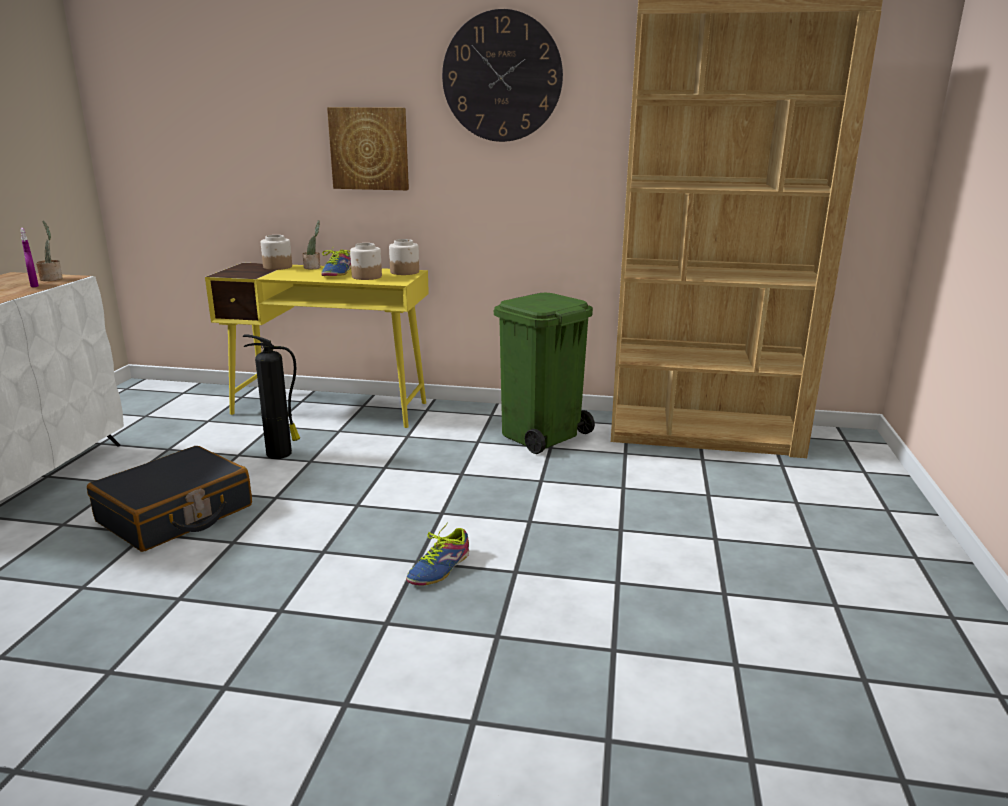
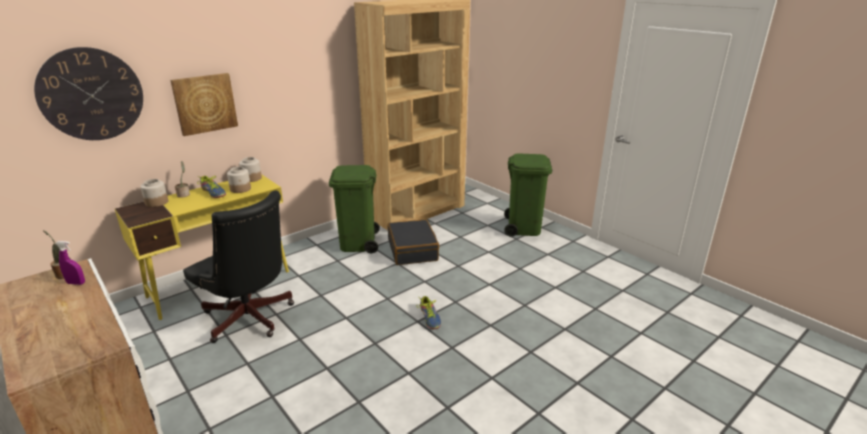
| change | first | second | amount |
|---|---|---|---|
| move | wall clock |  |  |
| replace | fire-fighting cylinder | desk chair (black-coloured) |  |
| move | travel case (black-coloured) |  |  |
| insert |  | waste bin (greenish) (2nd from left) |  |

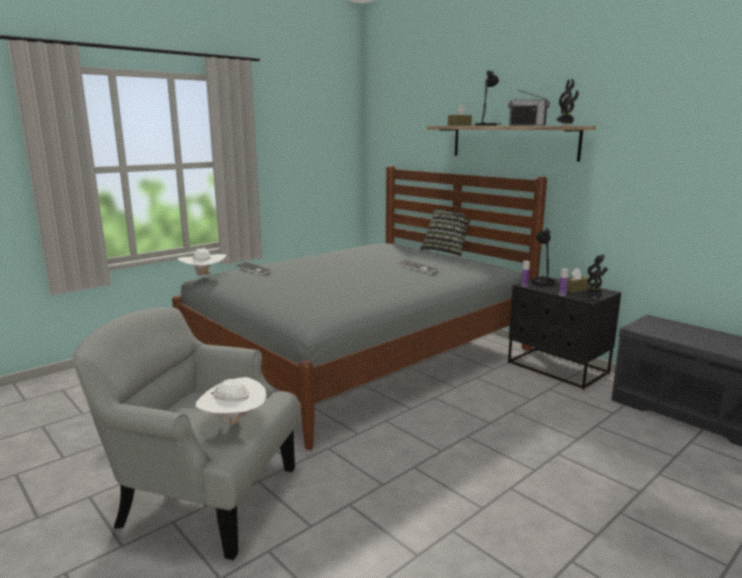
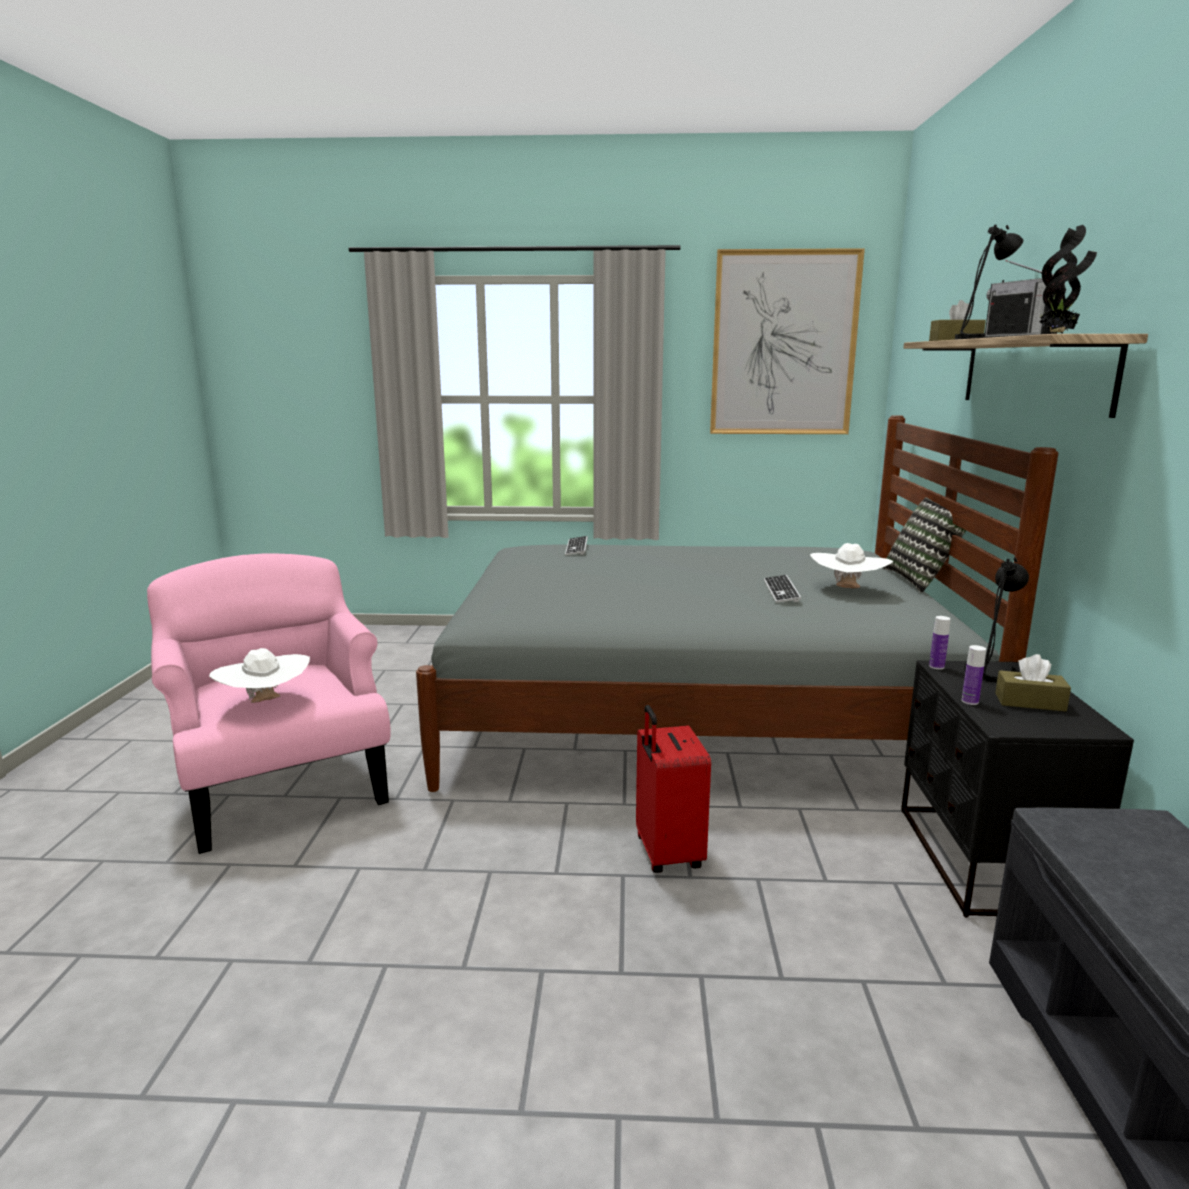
| change | first | second | amount |
|---|---|---|---|
| move | wearable hat (white) (1st from left in the first image) | wearable hat (white) (2nd from left) |  |
| delete | plant in a pot (2nd from left) |  |  |
| recolor | lounge chair (gray) | lounge chair (pink-coloured) |  |
| insert |  | wall art |  |
| insert |  | travel case (red) |  |

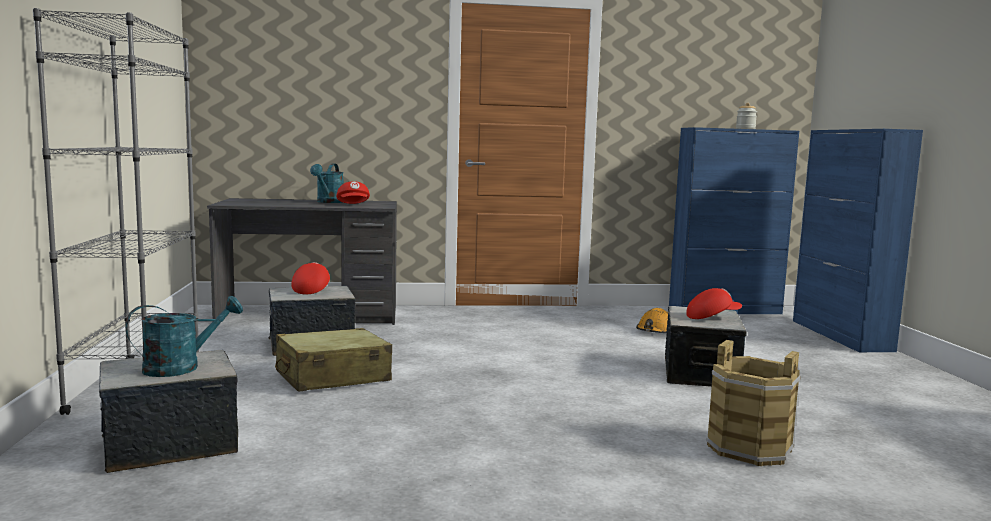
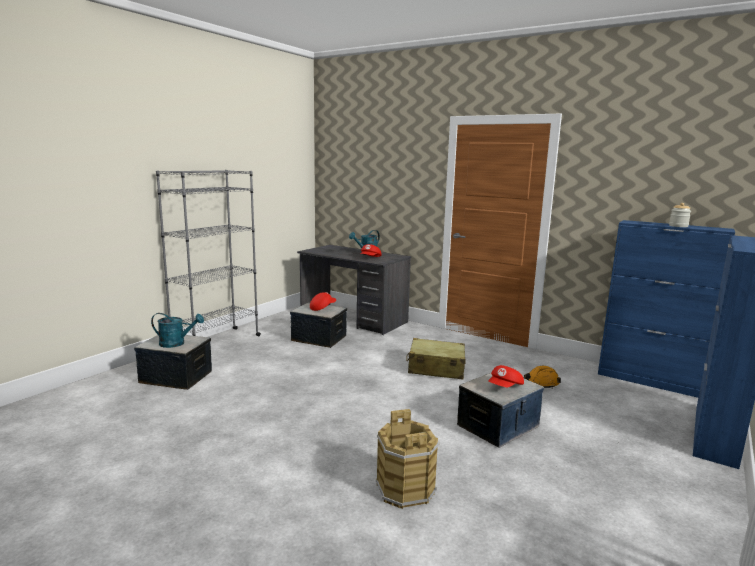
| change | first | second | amount |
|---|---|---|---|
| rotate | baseball cap (red) (3rd from left) |  | 105 degrees clockwise |
| move | travel case (sand-coloured) |  |  |

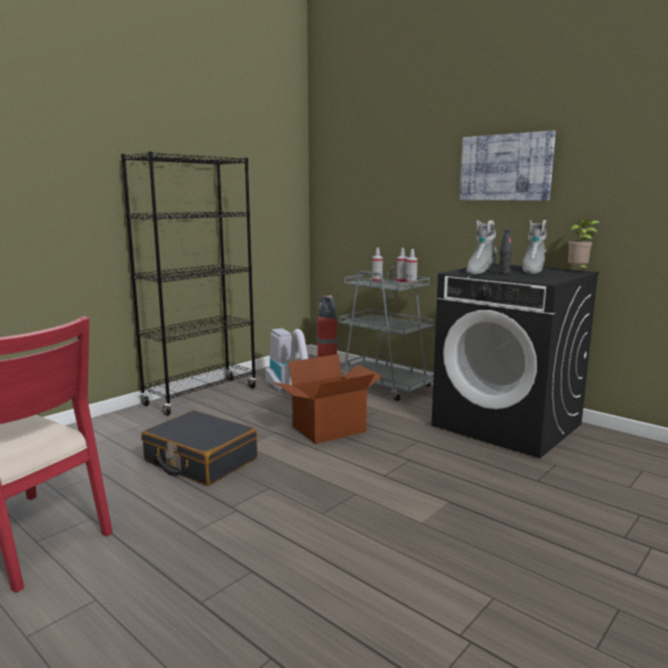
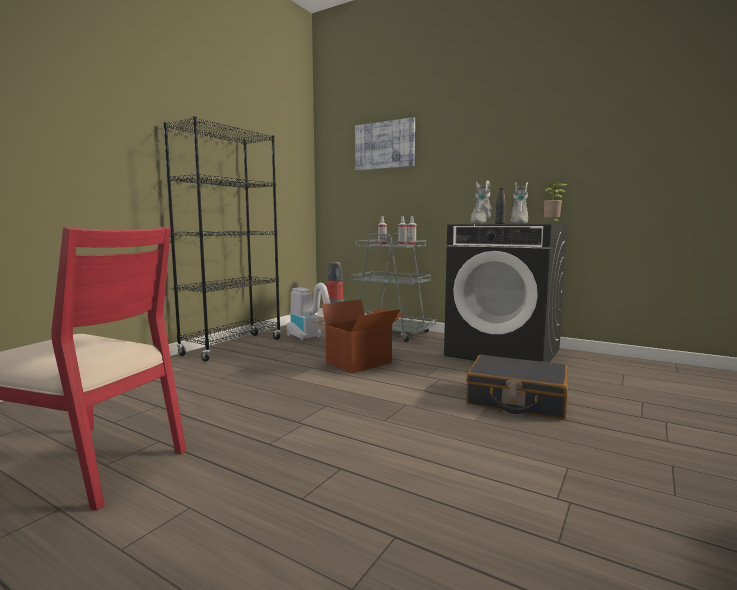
| change | first | second | amount |
|---|---|---|---|
| move | wall art |  |  |
| move | travel case (black-coloured) |  |  |

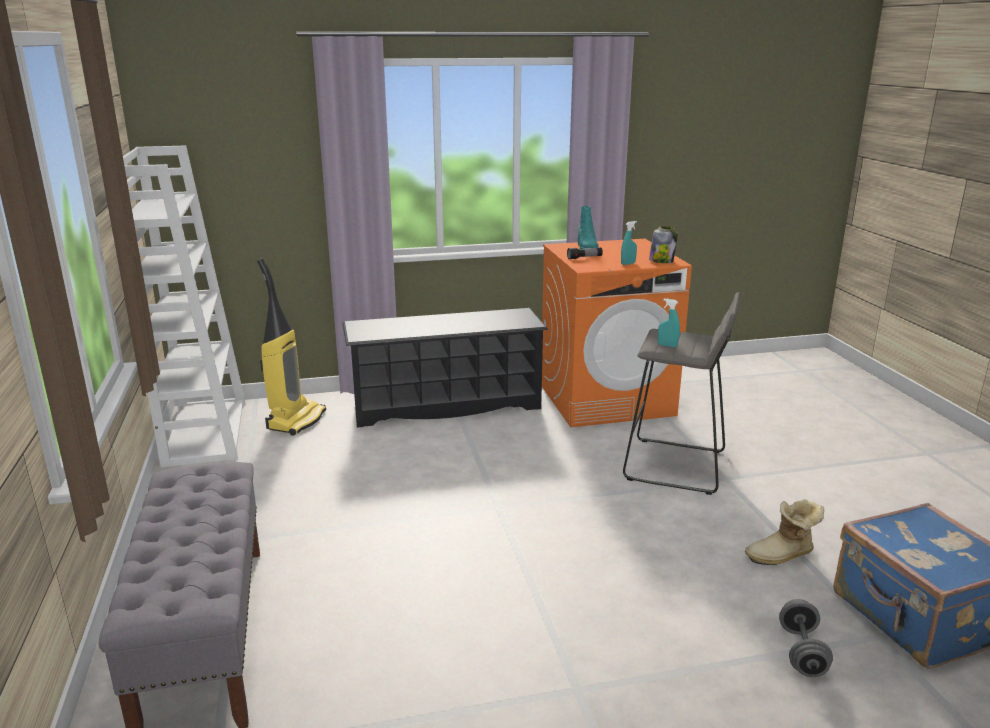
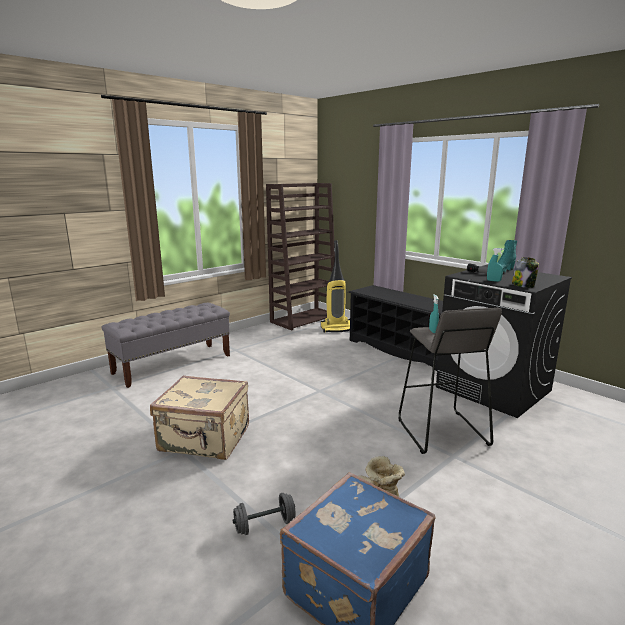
| change | first | second | amount |
|---|---|---|---|
| recolor | shelving unit (white) | shelving unit (brown-coloured) |  |
| recolor | washing machine (orangey) | washing machine (black-coloured) |  |
| insert |  | travel case (sand-coloured) |  |

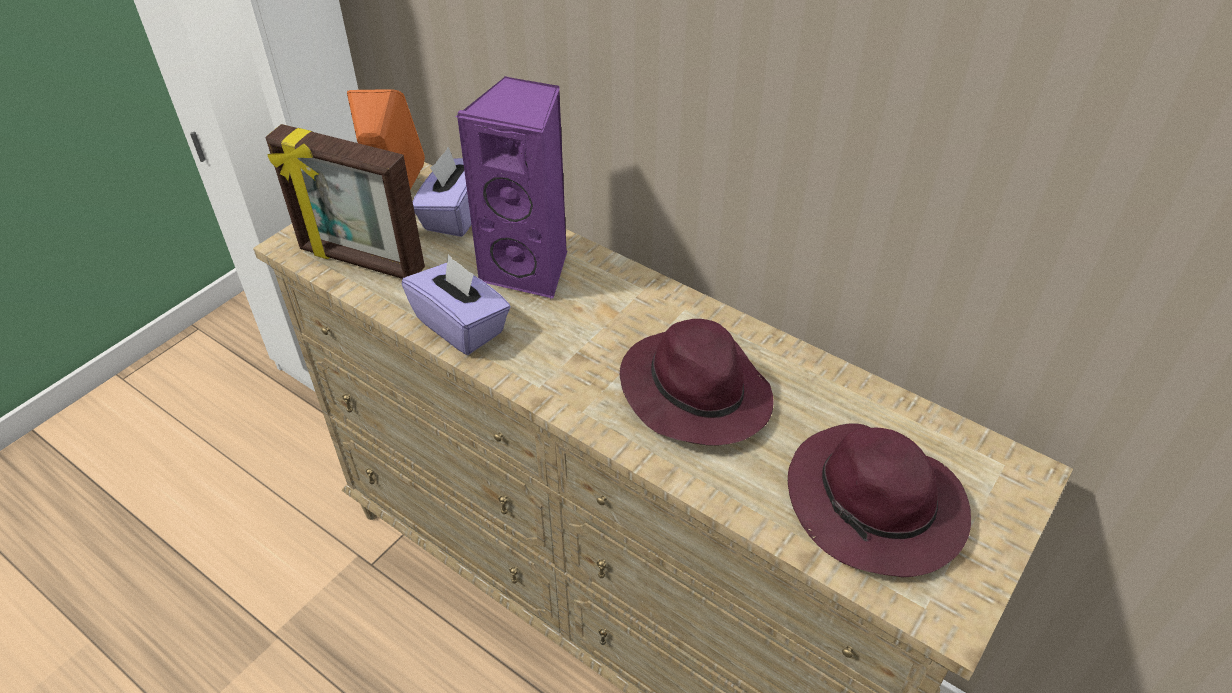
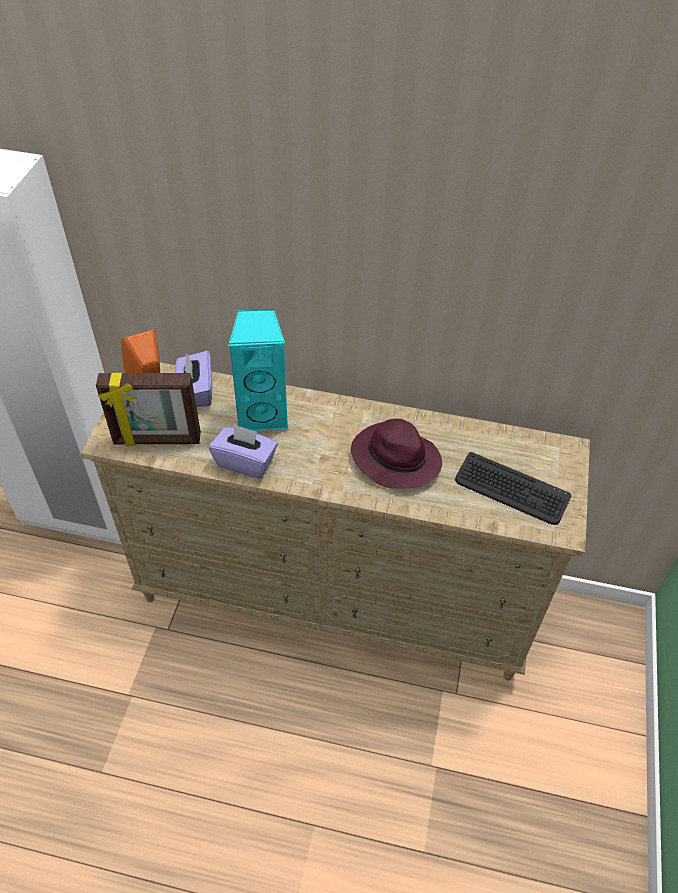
| change | first | second | amount |
|---|---|---|---|
| recolor | speaker (purple-coloured) | speaker (turquoise) |  |
| replace | wearable hat (purple-coloured) (2nd from left) | PC keyboard |  |

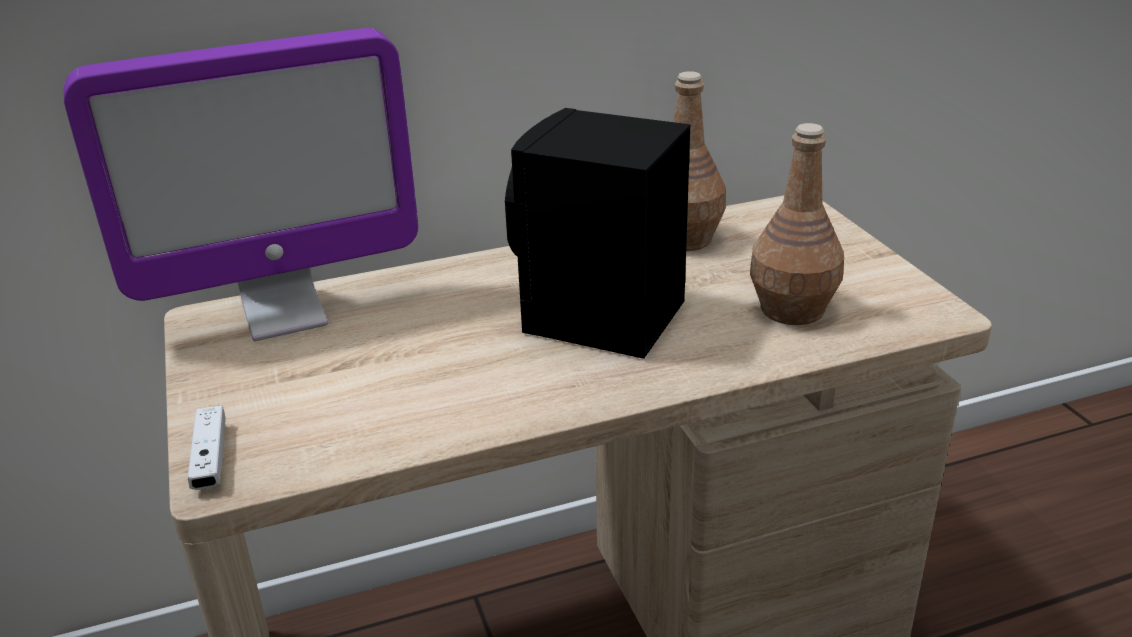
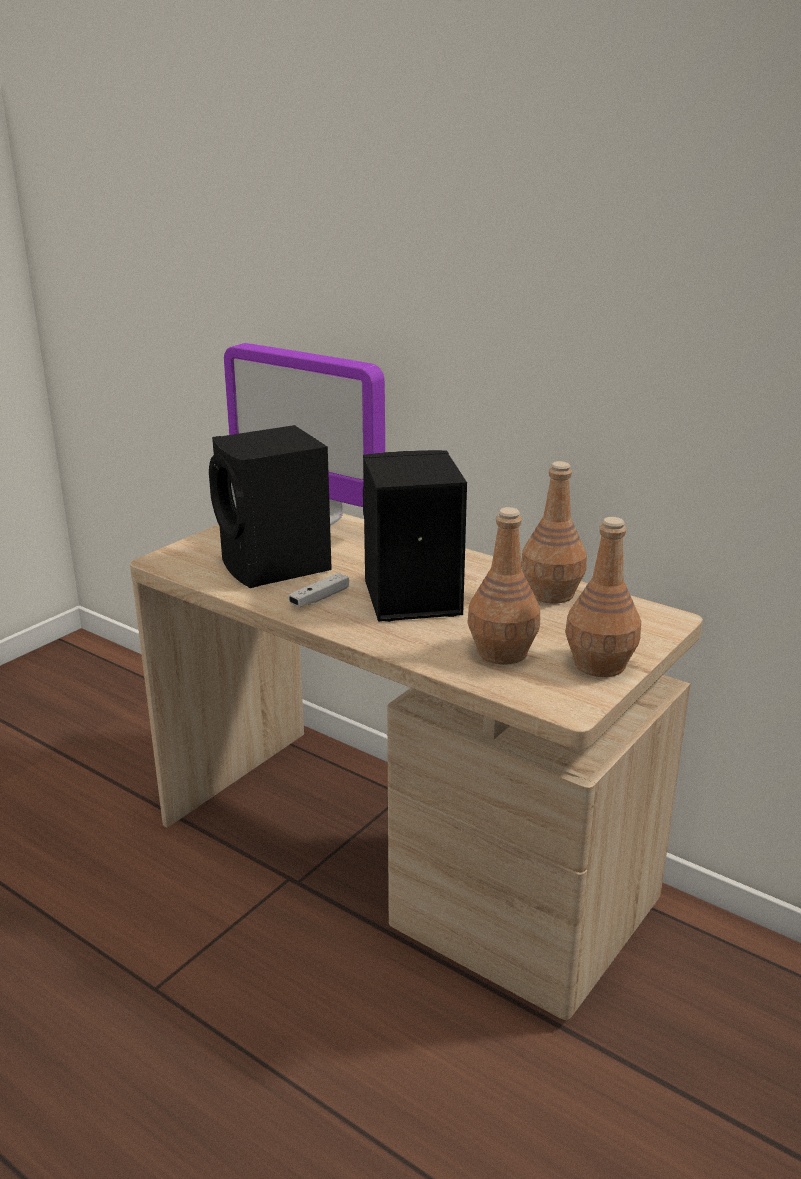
| change | first | second | amount |
|---|---|---|---|
| move | game controller (white) |  |  |
| insert |  | speaker (black-coloured) (1st from left) |  |
| insert |  | bottle (brown-coloured) (3rd from left) |  |

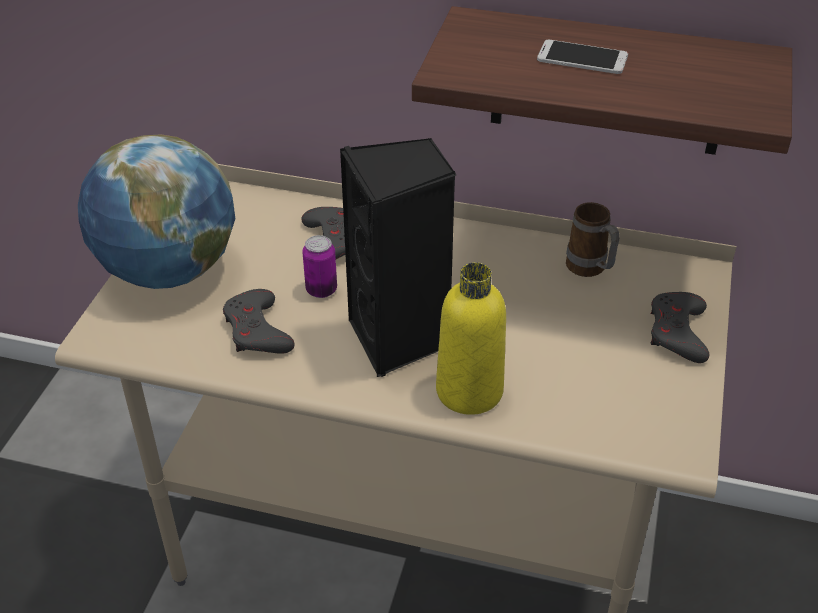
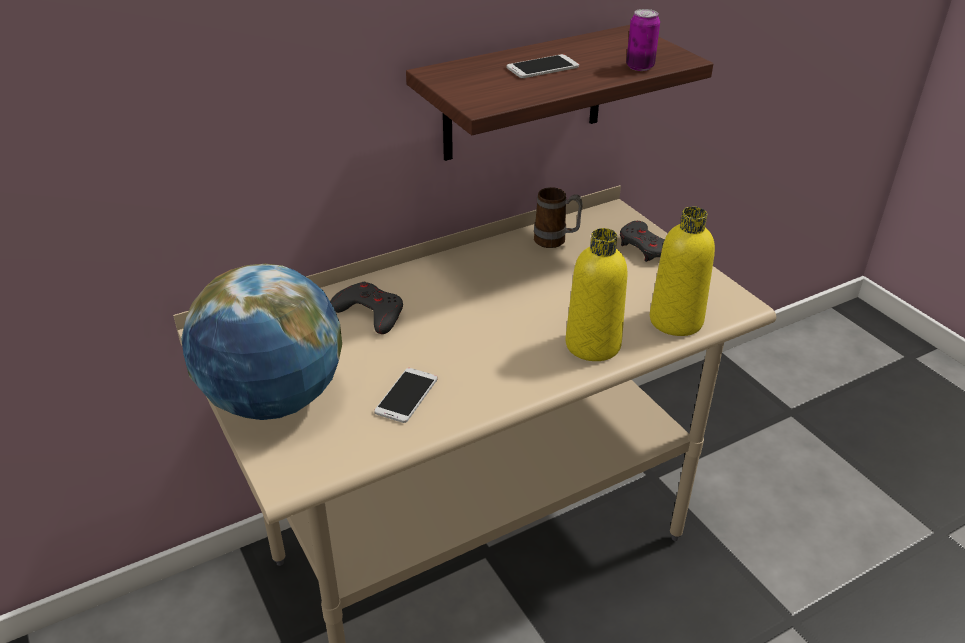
| change | first | second | amount |
|---|---|---|---|
| delete | speaker (black-coloured) |  |  |
| move | can |  |  |
| replace | game controller (gray) (1st from left) | phone (1st from left) |  |
| insert |  | bottle (yellow-coloured) (2nd from left) |  |

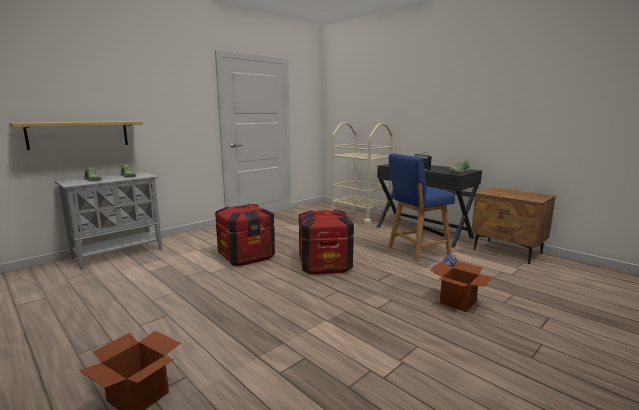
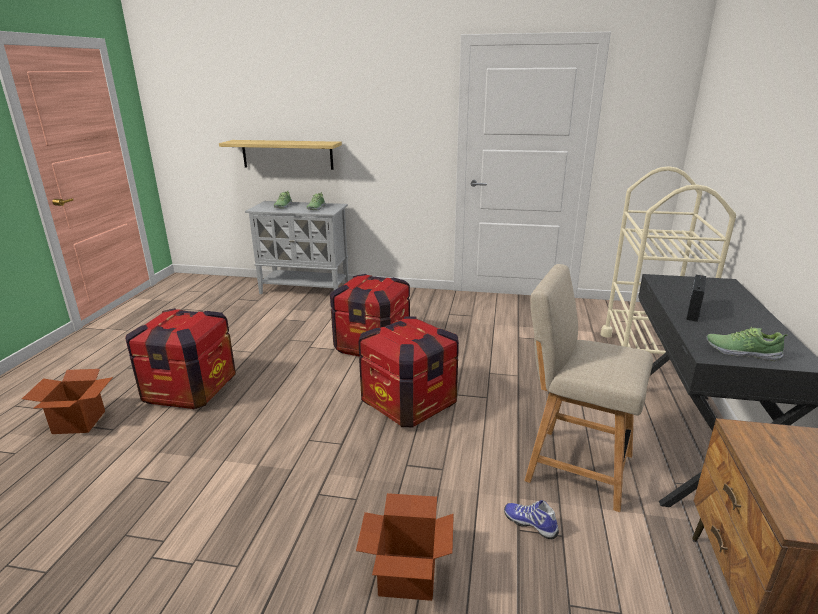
| change | first | second | amount |
|---|---|---|---|
| recolor | plain chair (bluish) | plain chair (sand-coloured) |  |
| insert |  | crate (1st from left) |  |

